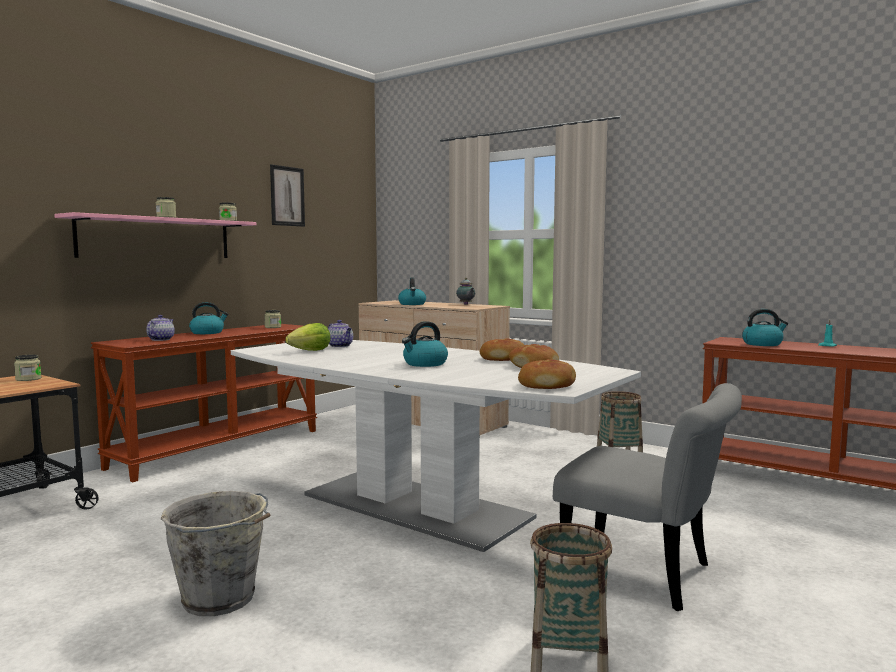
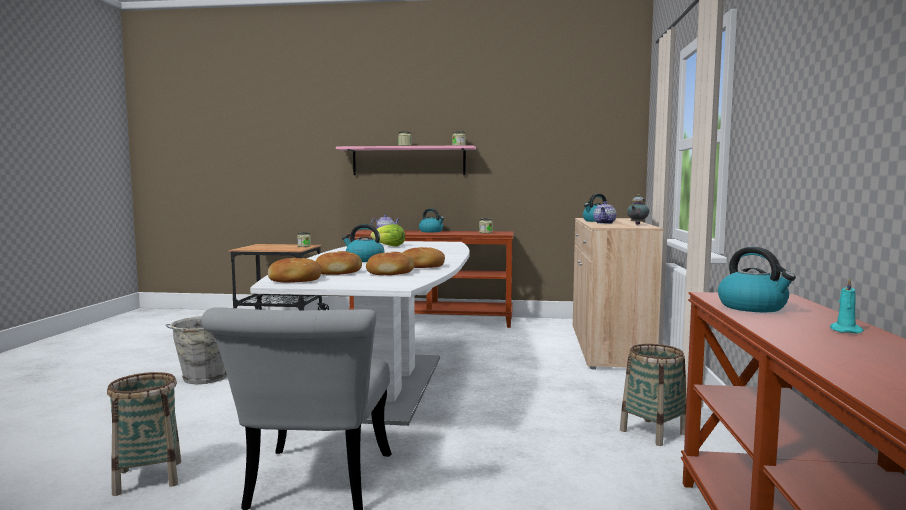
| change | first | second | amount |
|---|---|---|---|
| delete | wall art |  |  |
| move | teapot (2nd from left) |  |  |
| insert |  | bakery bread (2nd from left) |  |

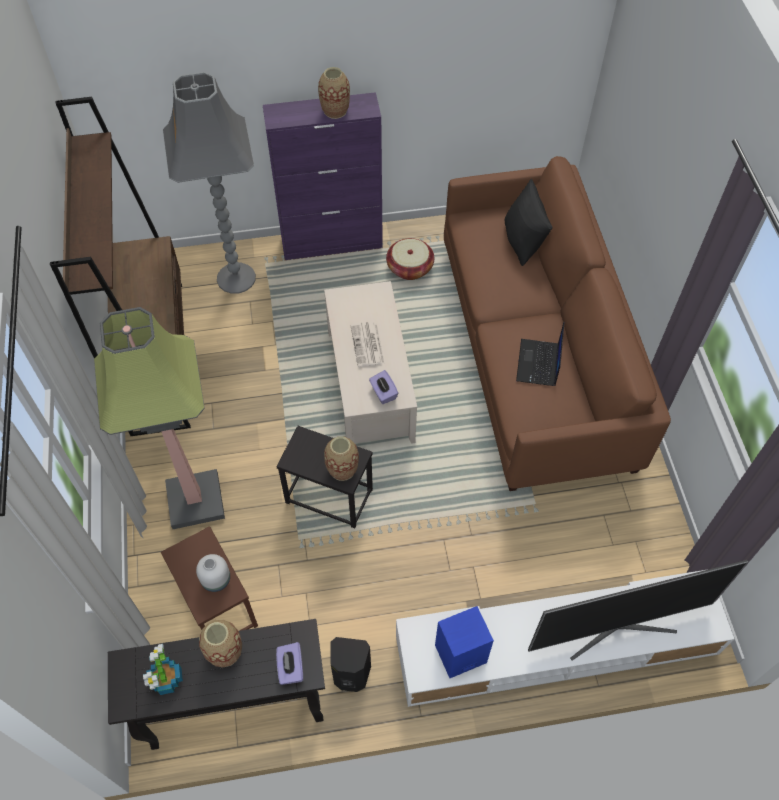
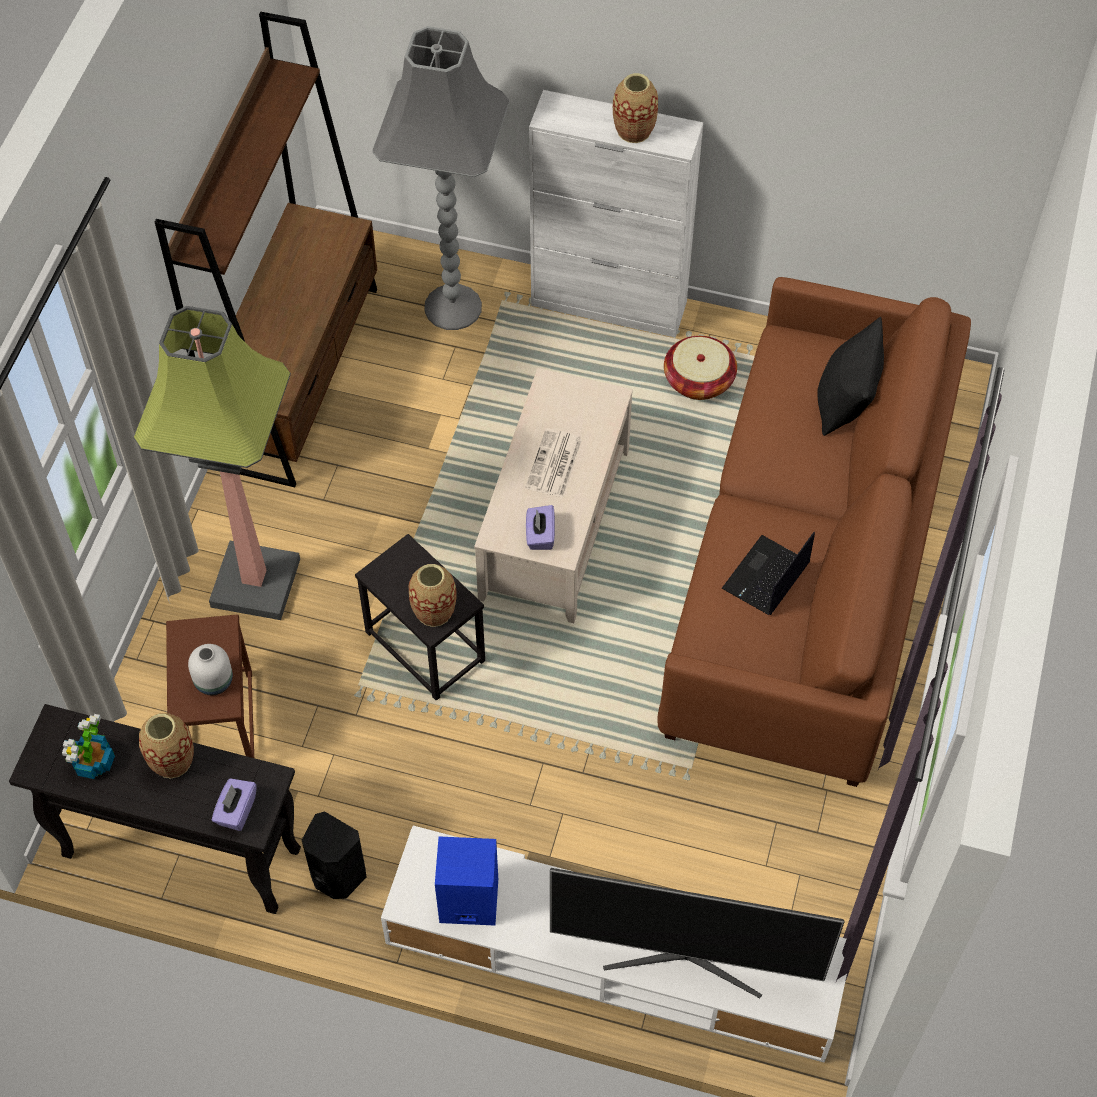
| change | first | second | amount |
|---|---|---|---|
| recolor | cupboard (purple-coloured) | cupboard (white) |  |

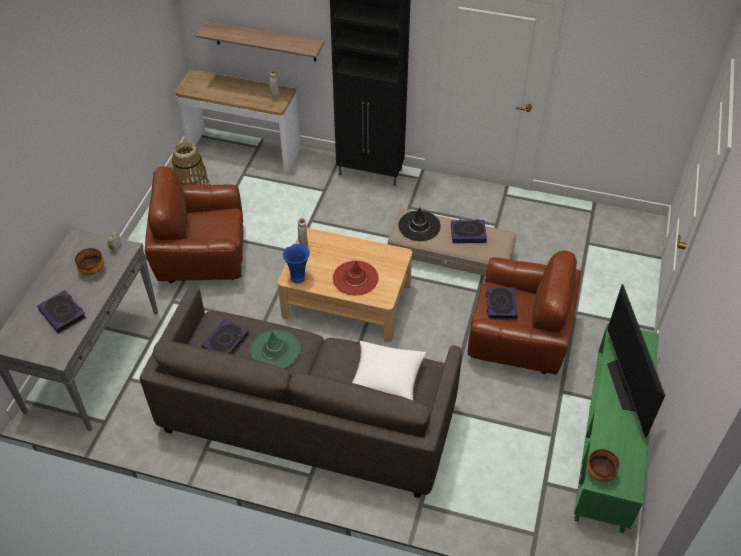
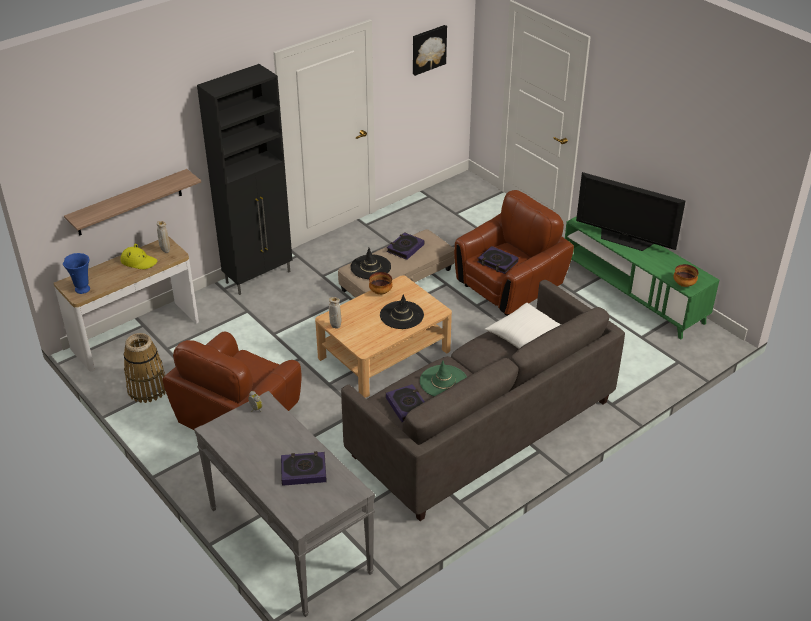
| change | first | second | amount |
|---|---|---|---|
| move | vase (bluish) |  |  |
| move | bowl (1st from left) |  |  |
| recolor | wearable hat (red) | wearable hat (black-coloured) (2nd from left) |  |
| insert |  | wall art |  |
| insert |  | wearable hat (yellow-coloured) |  |

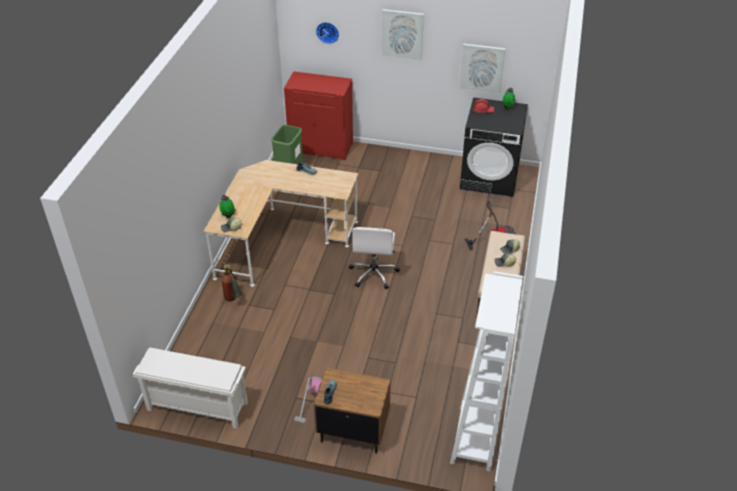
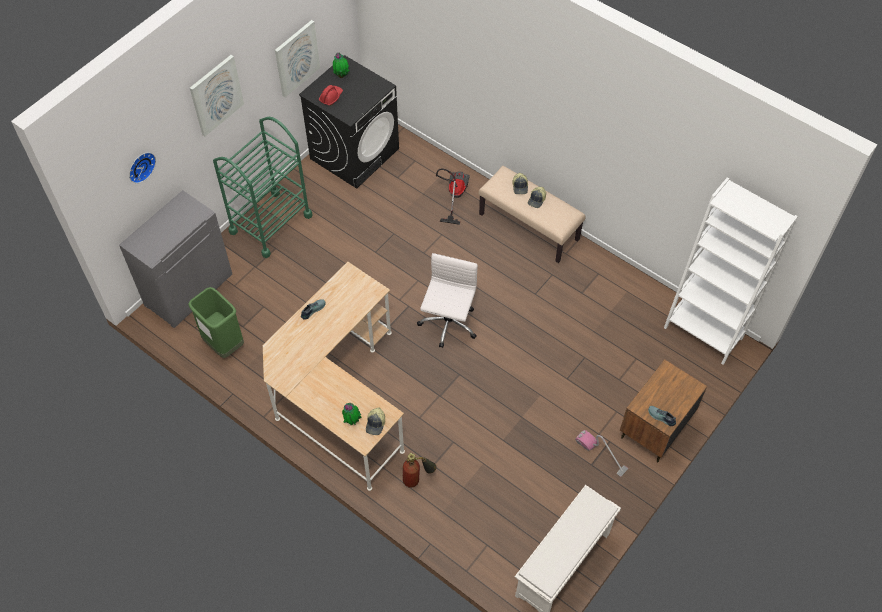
| change | first | second | amount |
|---|---|---|---|
| recolor | cupboard (red) | cupboard (gray) |  |
| rotate | desk chair (white) |  | 105 degrees counterclockwise |
| insert |  | trolley (greenish) |  |

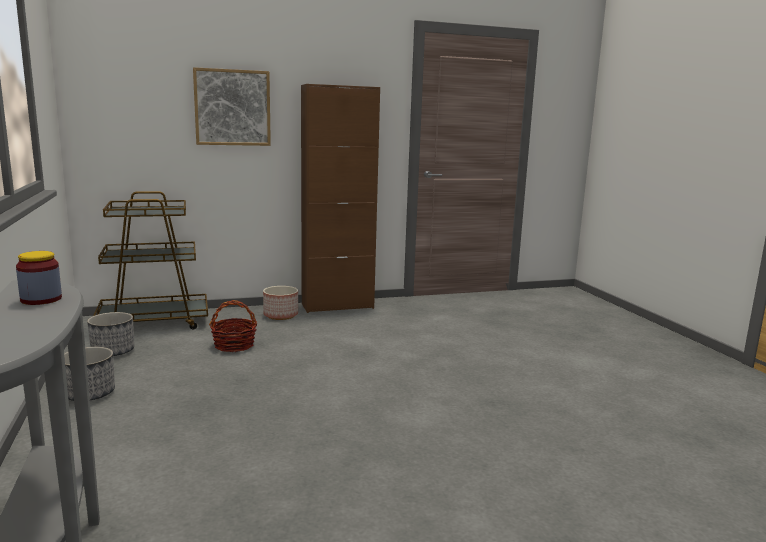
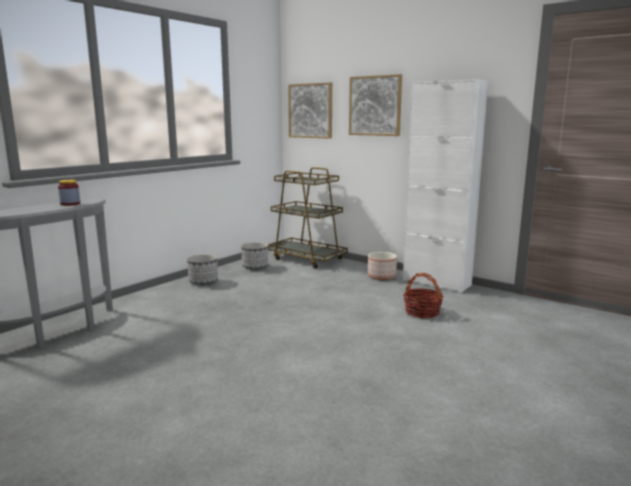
| change | first | second | amount |
|---|---|---|---|
| recolor | cupboard (brown-coloured) | cupboard (white) |  |
| move | basket |  |  |
| insert |  | wall art (1st from left) |  |

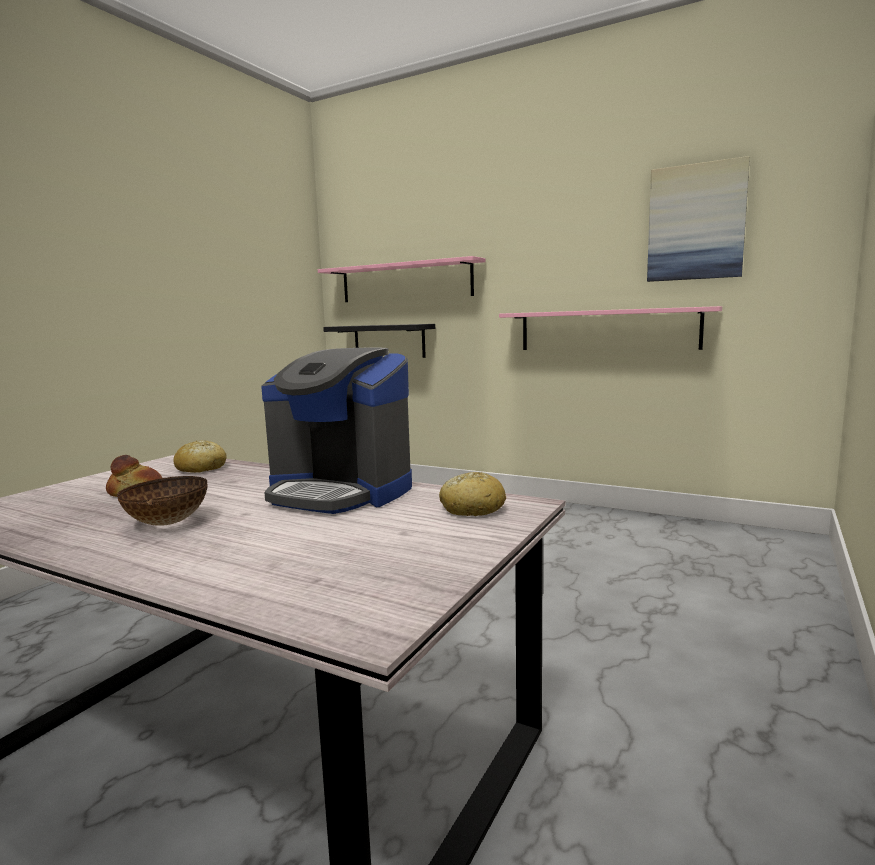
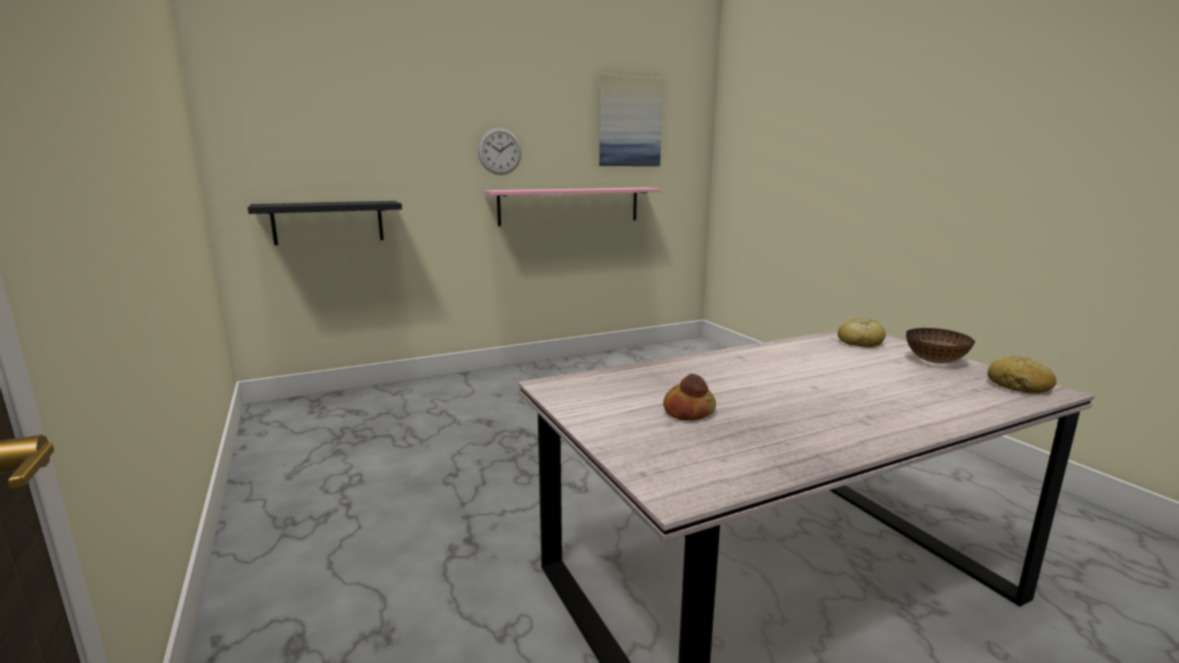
| change | first | second | amount |
|---|---|---|---|
| delete | shelf (pink-coloured) (1st from left) |  |  |
| delete | coffee machine |  |  |
| move | bakery bread (2nd from left in the first image) | bakery bread (3rd from left) |  |
| move | bowl |  |  |
| insert |  | wall clock |  |

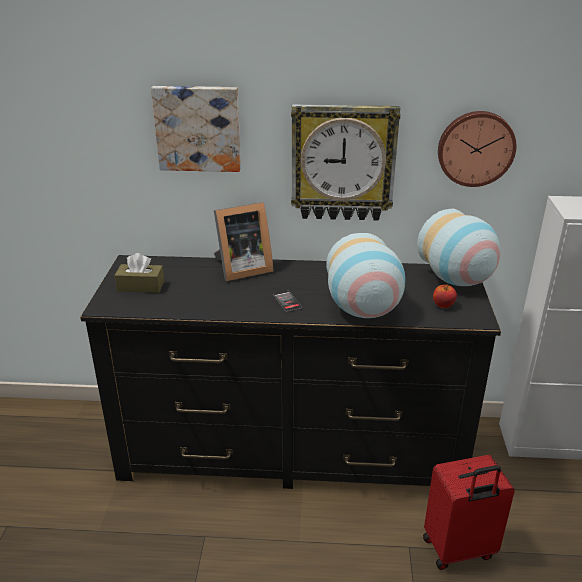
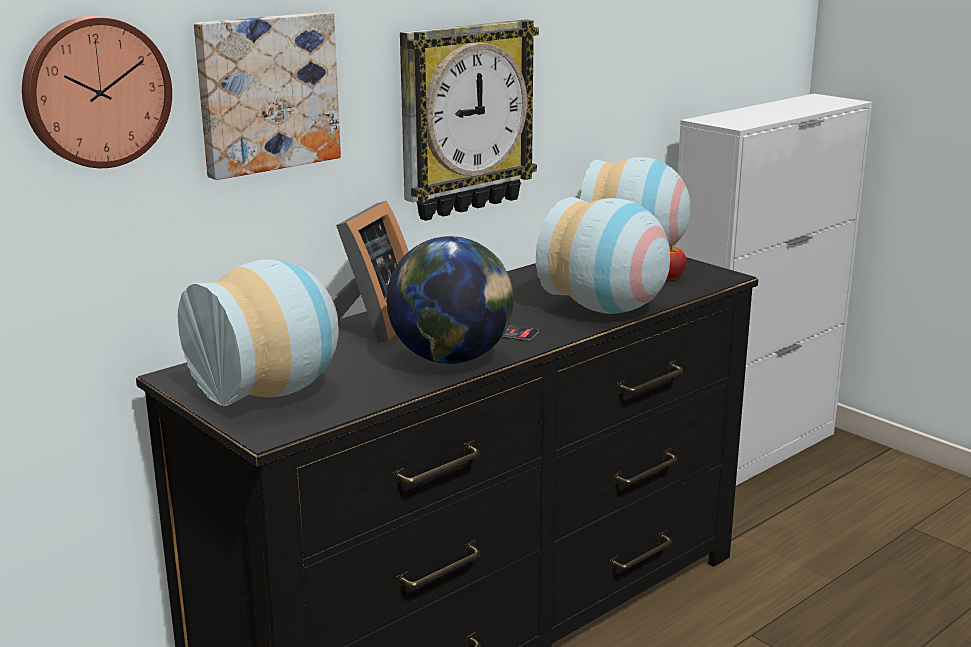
| change | first | second | amount |
|---|---|---|---|
| move | wall clock (2nd from left in the first image) | wall clock (1st from left) |  |
| replace | box of tissues (brown-coloured) | vase (1st from left) |  |
| delete | travel case (red) |  |  |
| insert |  | world globe |  |

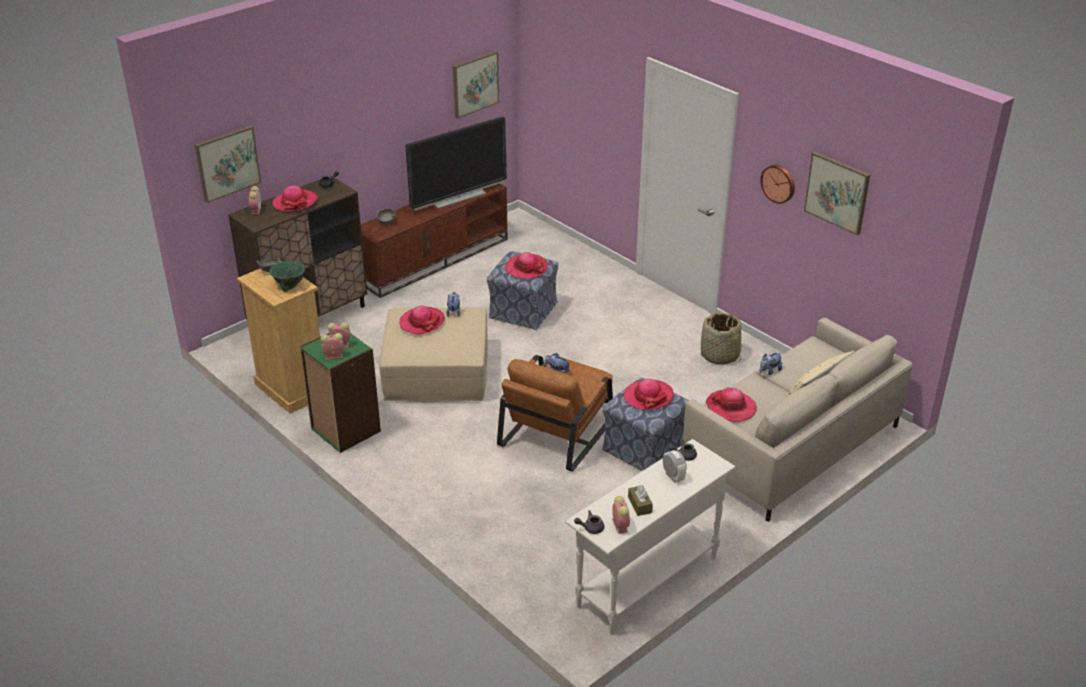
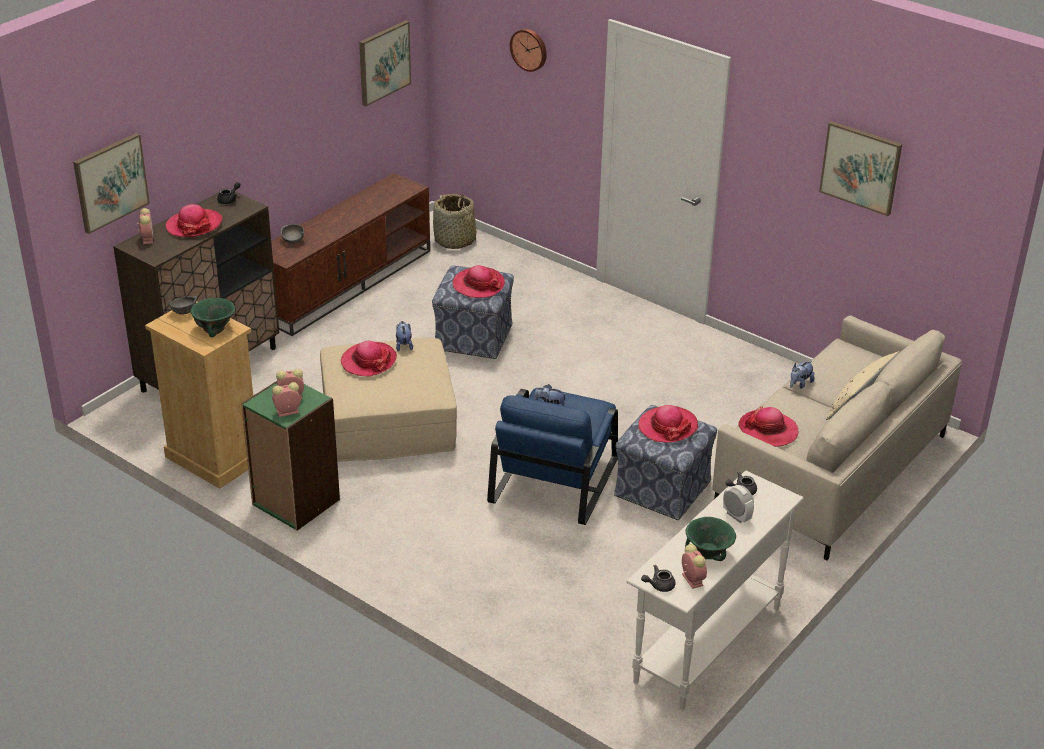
| change | first | second | amount |
|---|---|---|---|
| delete | TV |  |  |
| move | wall clock |  |  |
| move | basket |  |  |
| recolor | lounge chair (brown-coloured) | lounge chair (bluish) |  |
| replace | box of tissues (brown-coloured) | bowl (greenish) (2nd from left) |  |

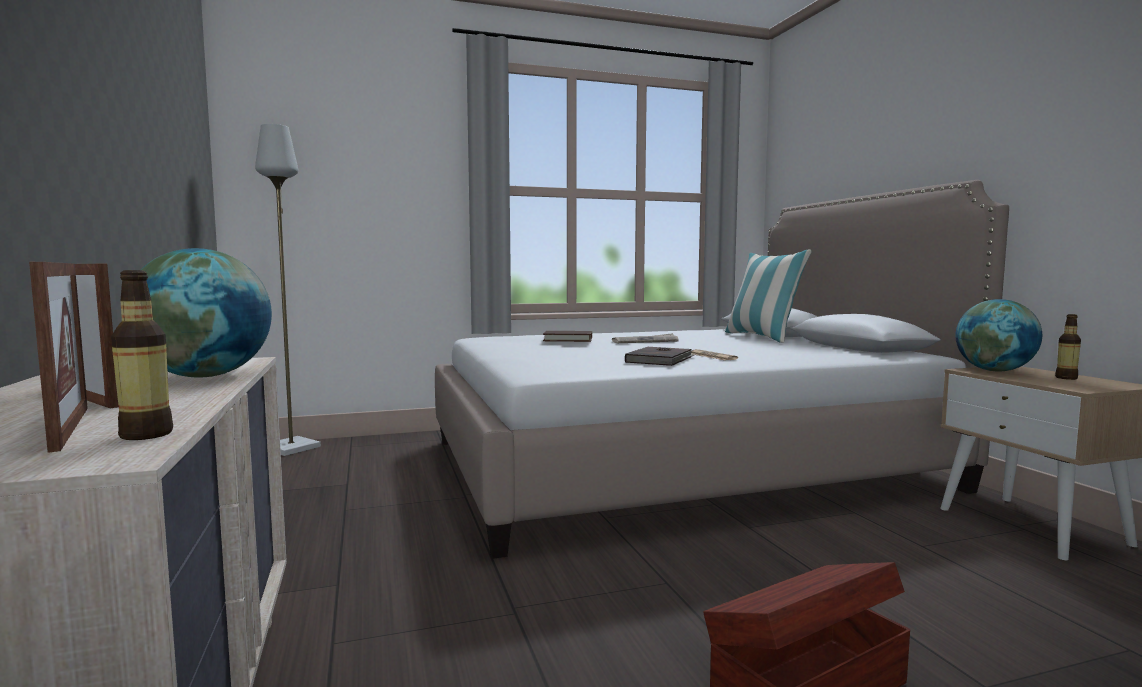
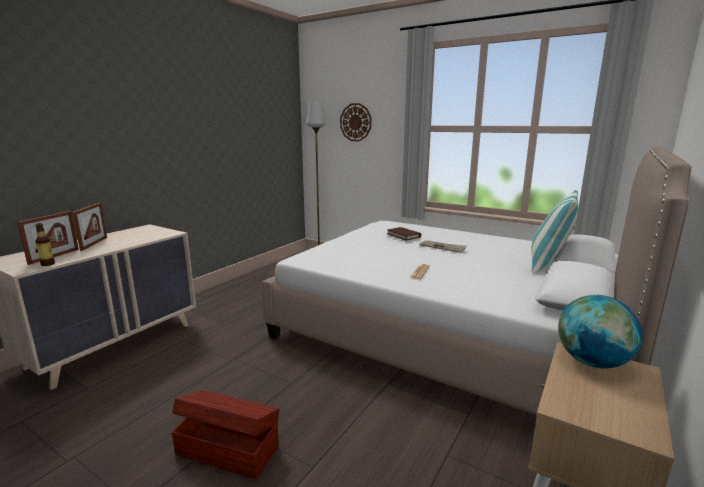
| change | first | second | amount |
|---|---|---|---|
| delete | world globe (1st from left) |  |  |
| delete | bottle (2nd from left) |  |  |
| delete | bound book (brown-coloured) (2nd from left) |  |  |
| insert |  | wall clock |  |

